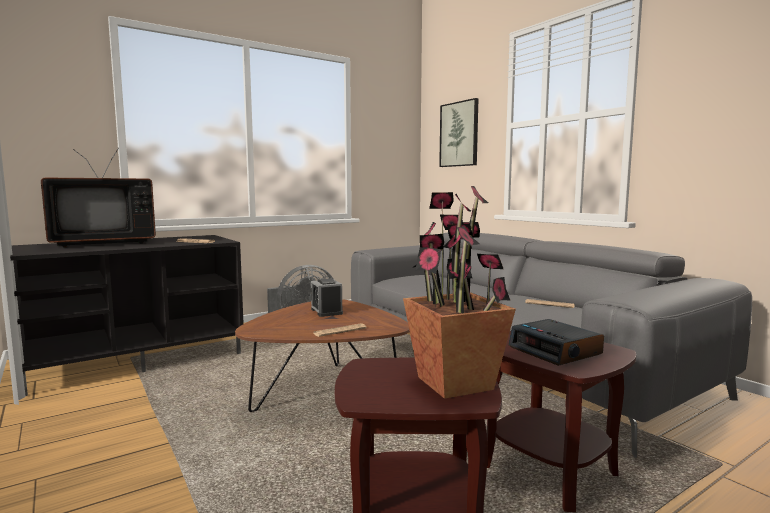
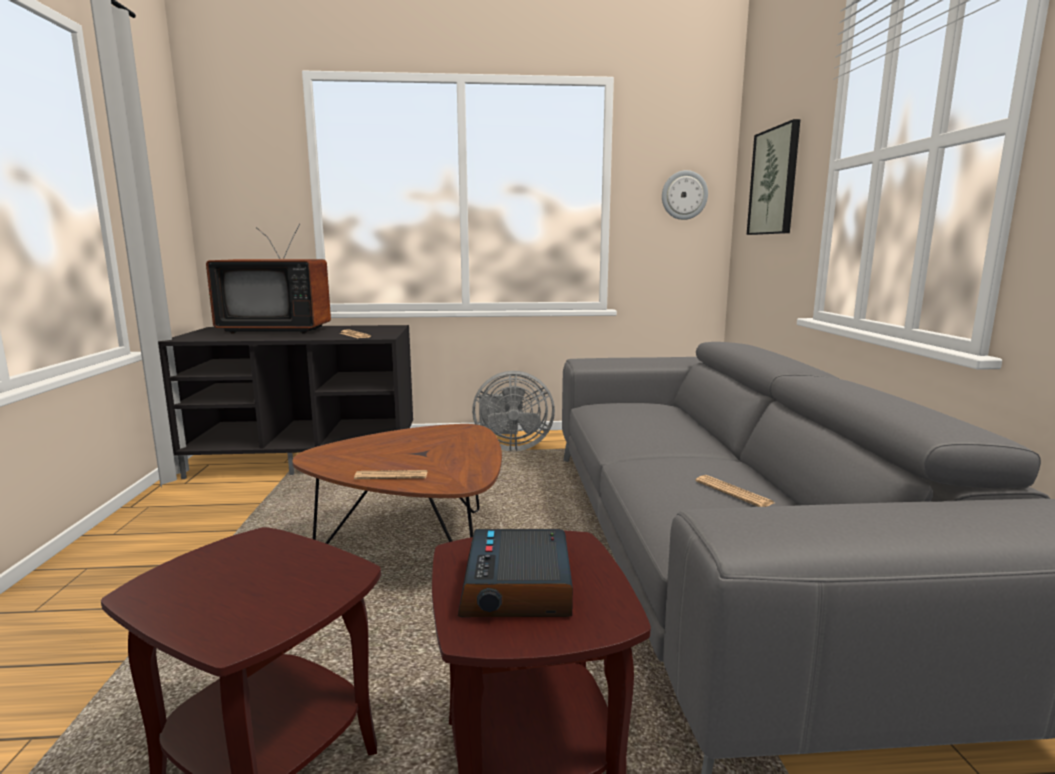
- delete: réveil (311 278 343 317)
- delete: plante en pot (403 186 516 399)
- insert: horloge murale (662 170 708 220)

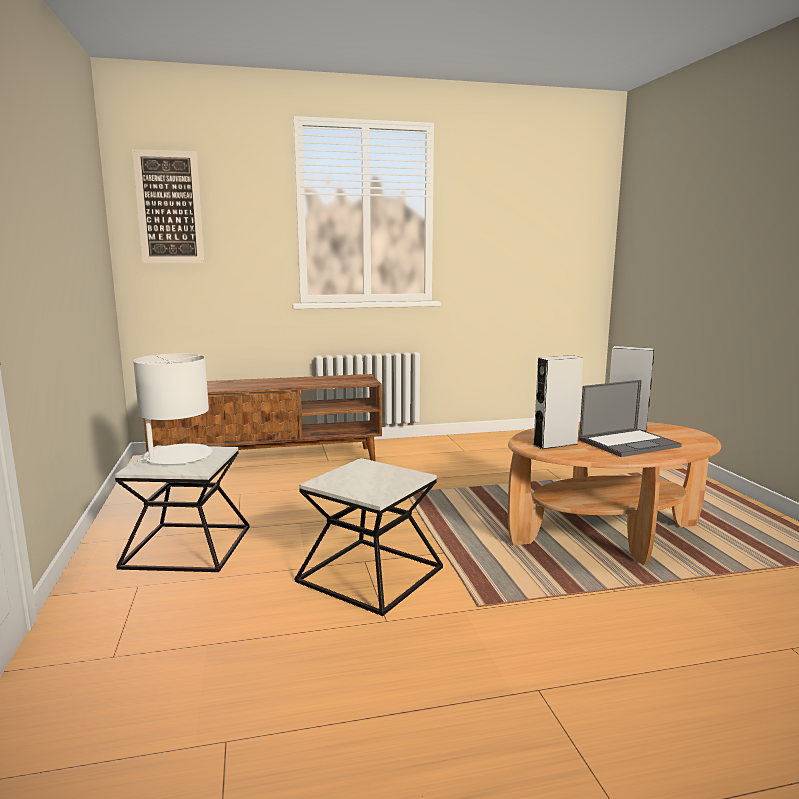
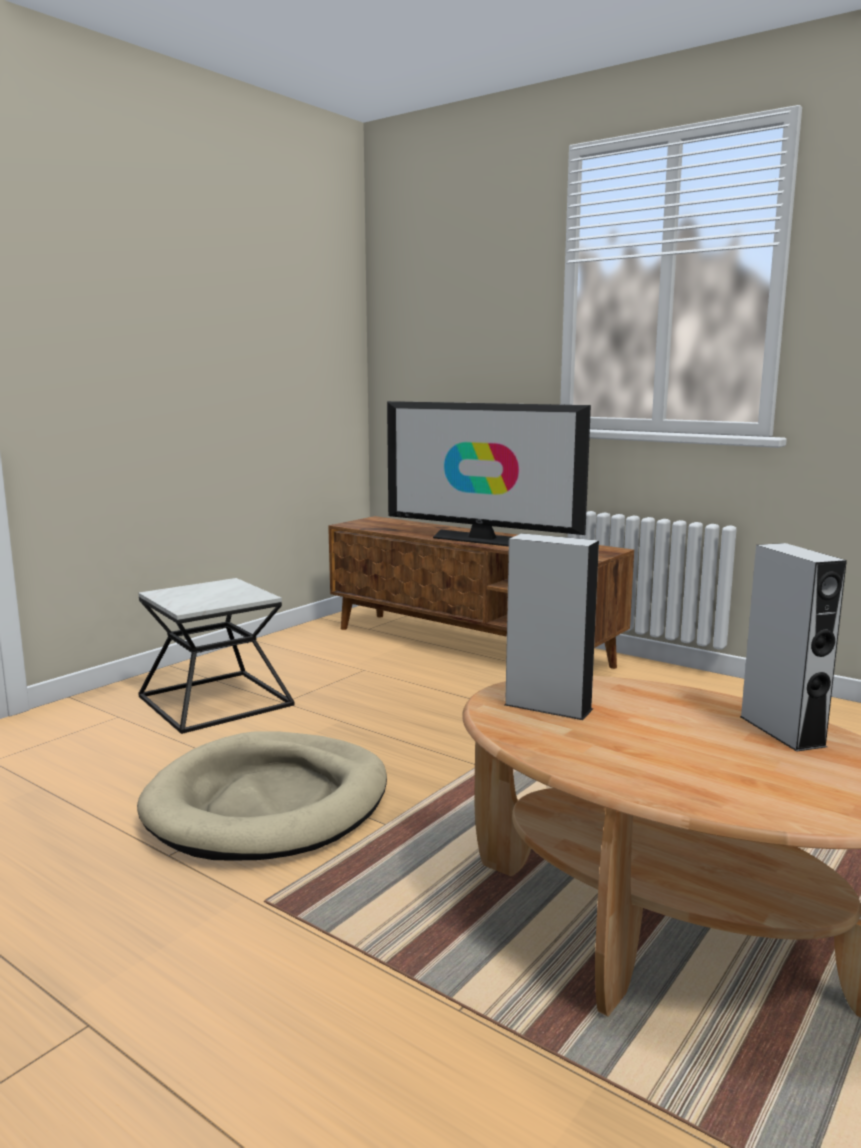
- delete: tableau (132 149 205 263)
- delete: lampe de table (blanc) (133 353 212 464)
- delete: ordinateur portable (579 380 682 457)
- insert: téléviseur (387 401 591 546)
- replace: table d'appoint (295 458 443 616) to panier pour chien (beige) (137 731 387 860)

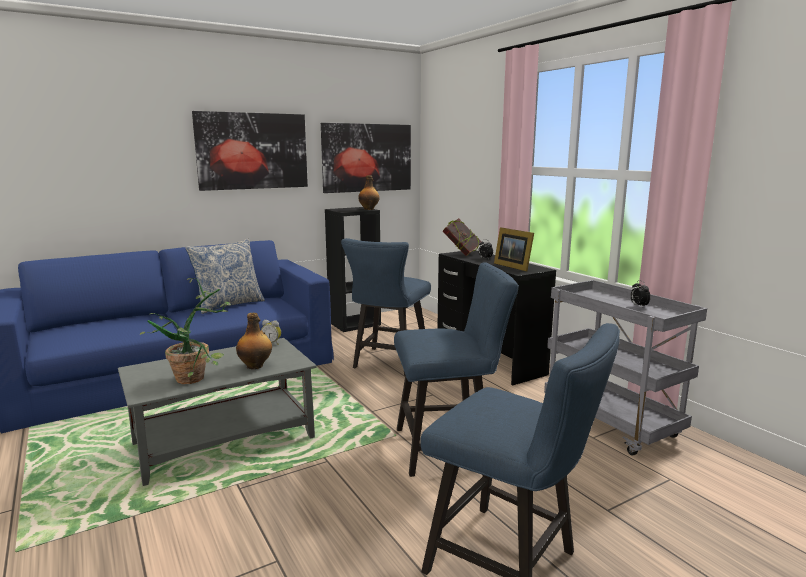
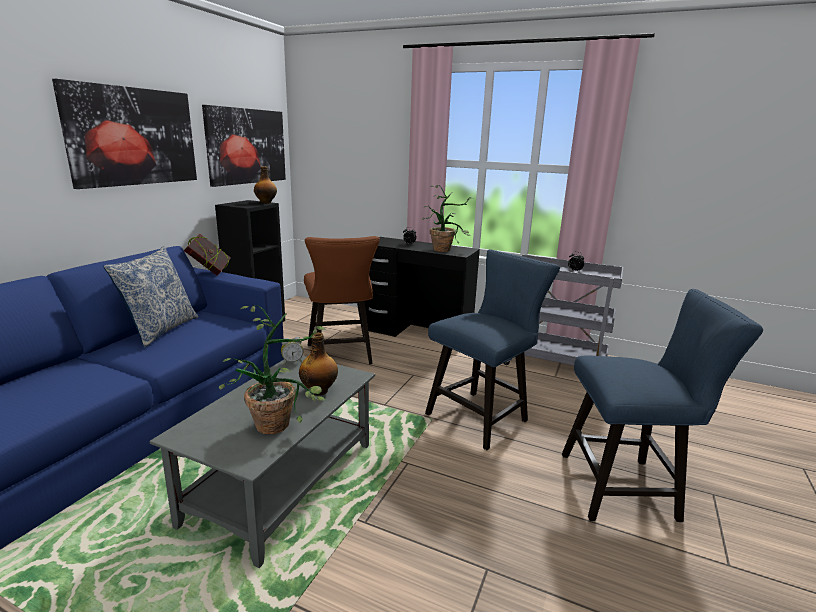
- move: livre (442 218 481 256) to (184 233 231 275)
- replace: cadre photo (494 227 534 271) to plante en pot (422 185 473 252)
- recolor: chaise (bleu) (341 238 431 376) to chaise (marron) (304 236 380 364)

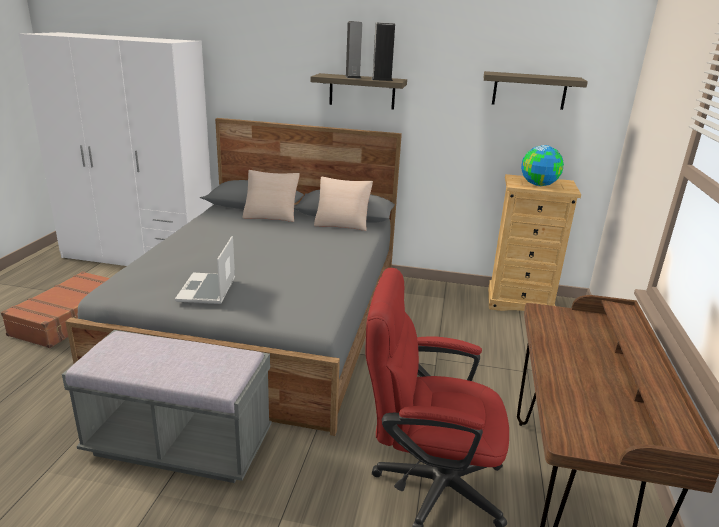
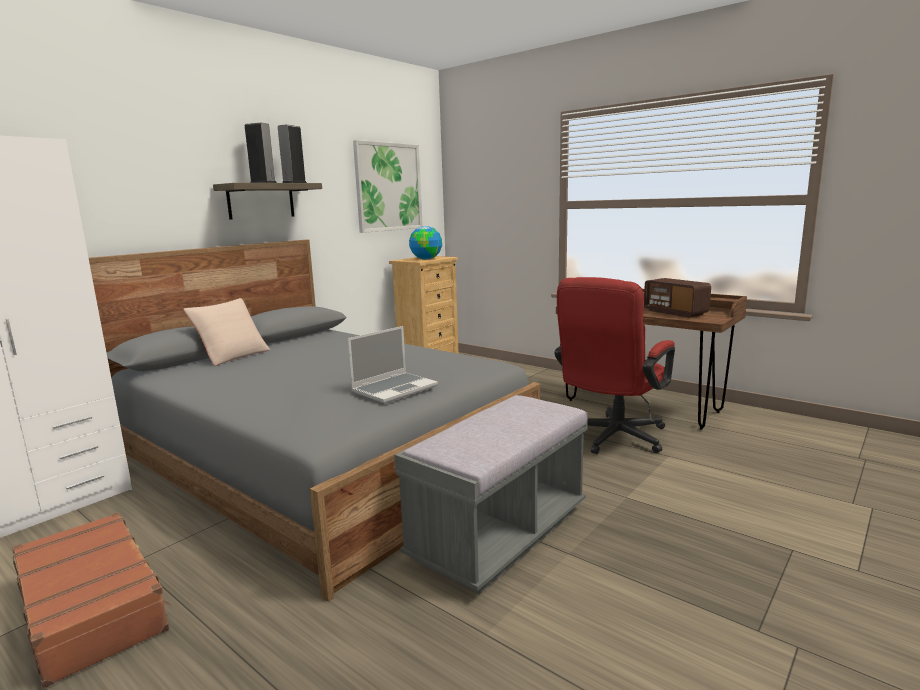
- delete: coussin (beige) (314 177 373 231)
- insert: radio (644 278 711 318)
- replace: étagère (484 71 588 110) to tableau (353 140 423 233)
- rotate: ordinateur portable (175 236 235 304) = (348 326 438 404) 75 degrees counterclockwise

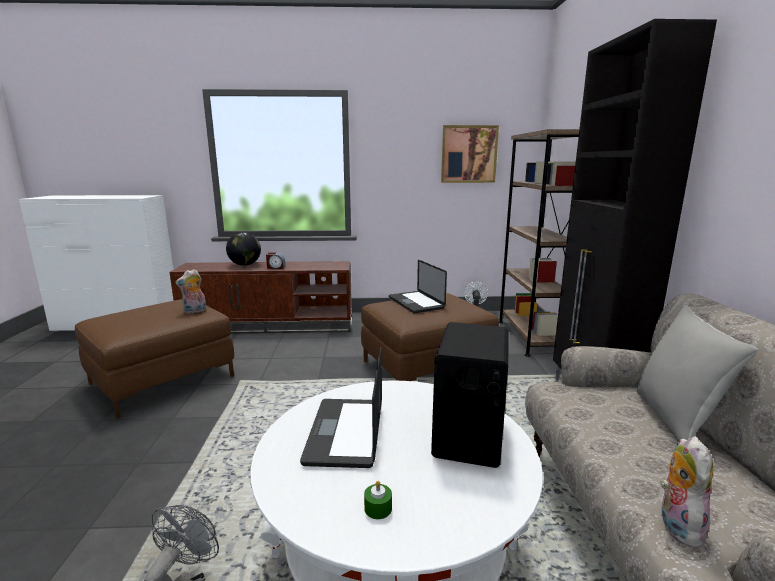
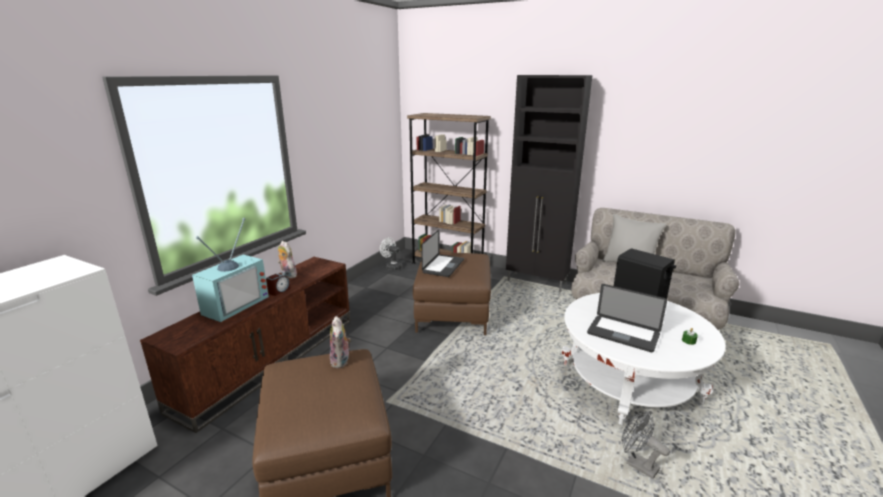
- delete: tableau (441 125 499 183)
- move: peluche (660 436 713 551) to (278 241 297 279)
- replace: globe (226 232 261 266) to téléviseur (192 218 269 322)
- rotate: ordinateur portable (389 260 447 313) = (421 230 464 277) 75 degrees counterclockwise

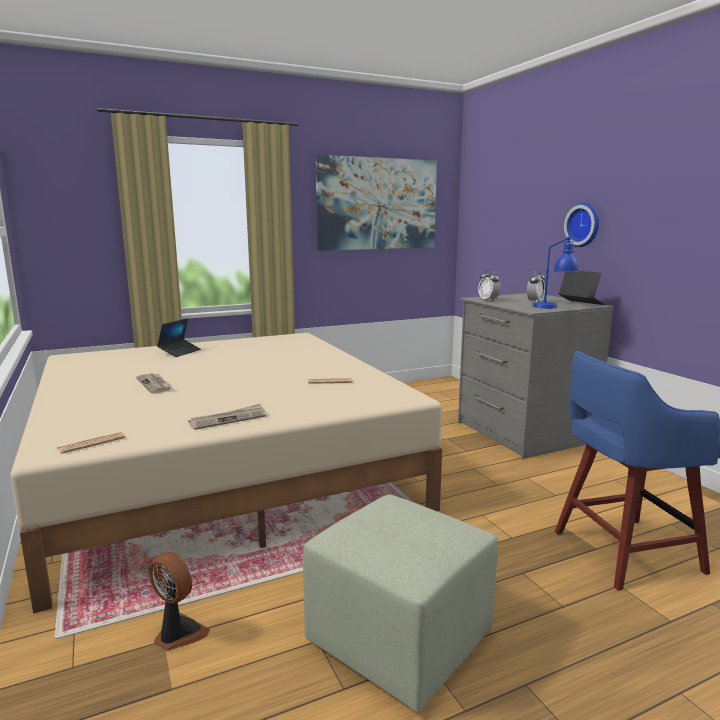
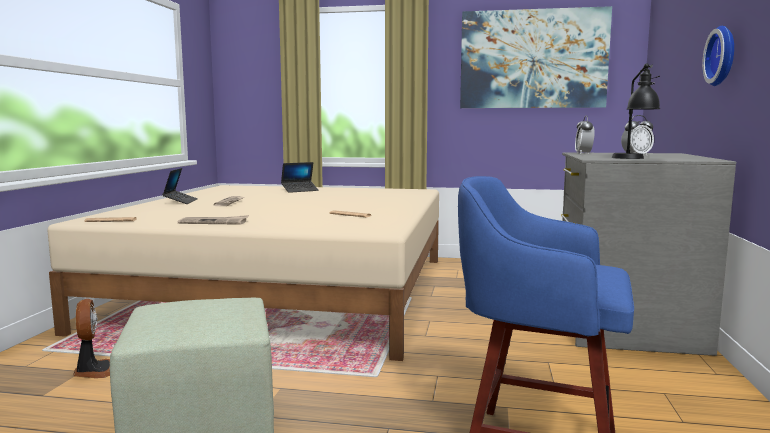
- move: ordinateur portable (559 271 605 305) to (162 168 198 204)
- recolor: lampe de table (bleu) (533 236 579 309) to lampe de table (noir) (612 64 660 159)

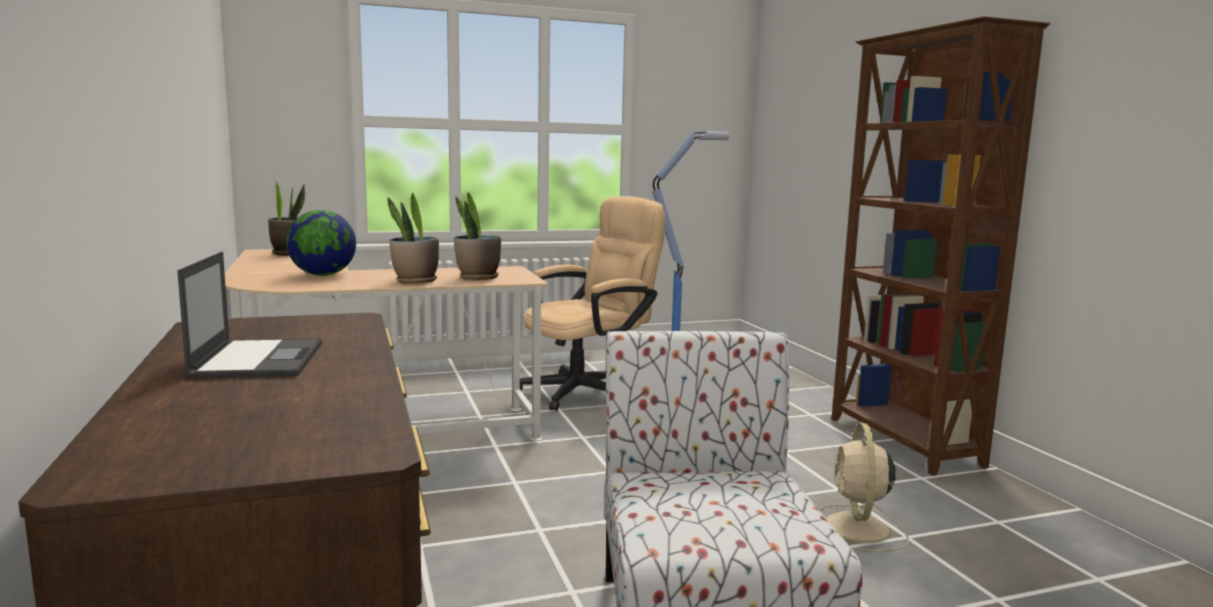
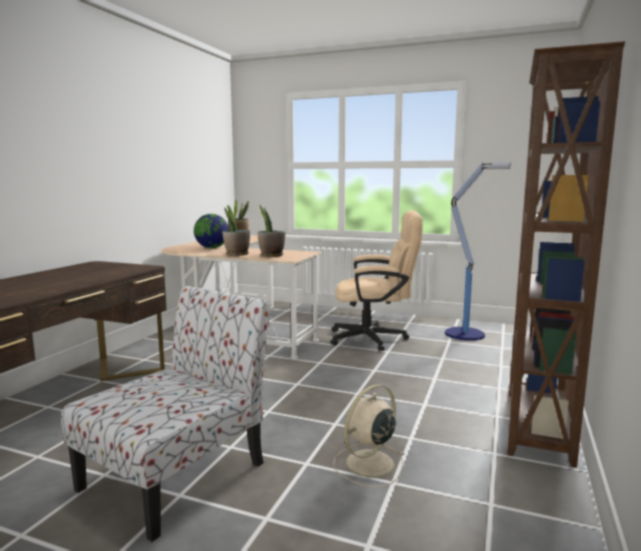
- delete: ordinateur portable (177 251 322 379)

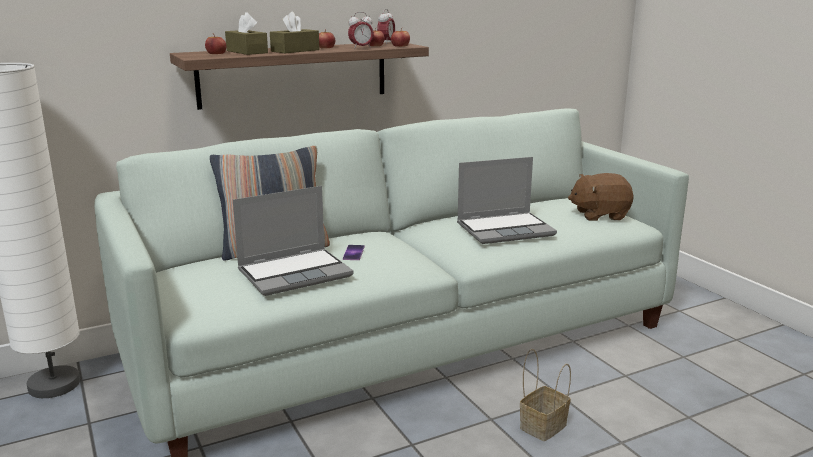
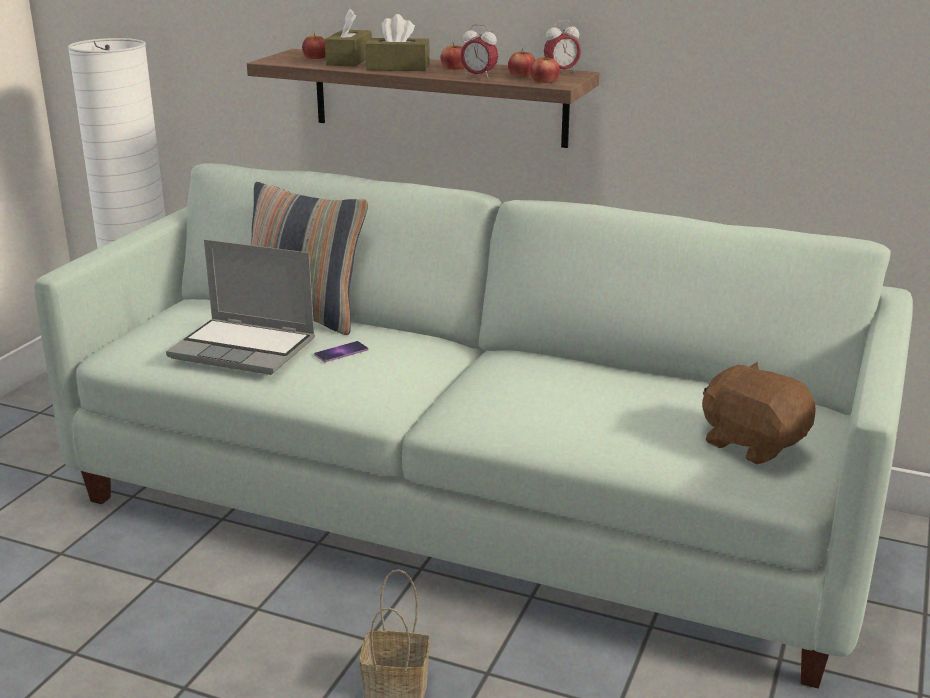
- delete: ordinateur portable (457 157 557 244)

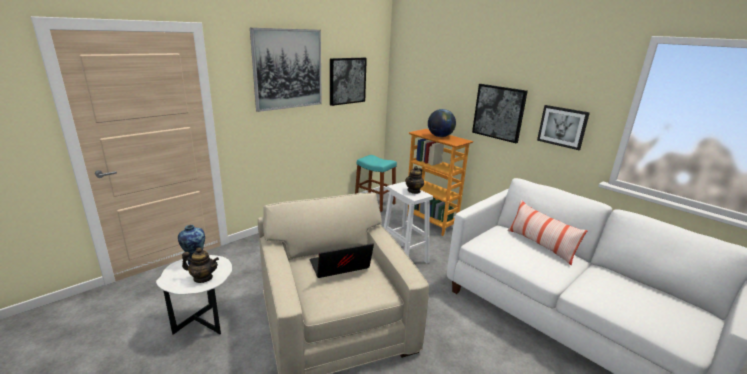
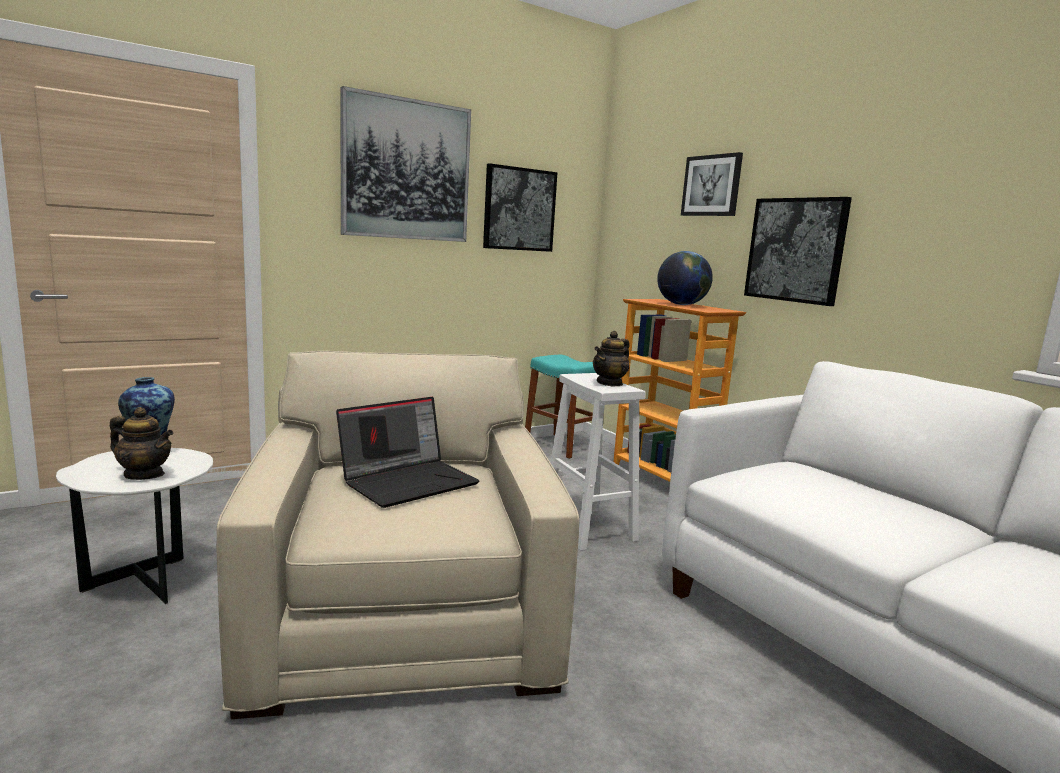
- delete: coussin (507 200 588 265)
- move: tableau (537 105 590 150) to (681 152 743 216)
- rotate: ordinateur portable (310 243 374 278) = (336 397 479 508) 150 degrees clockwise

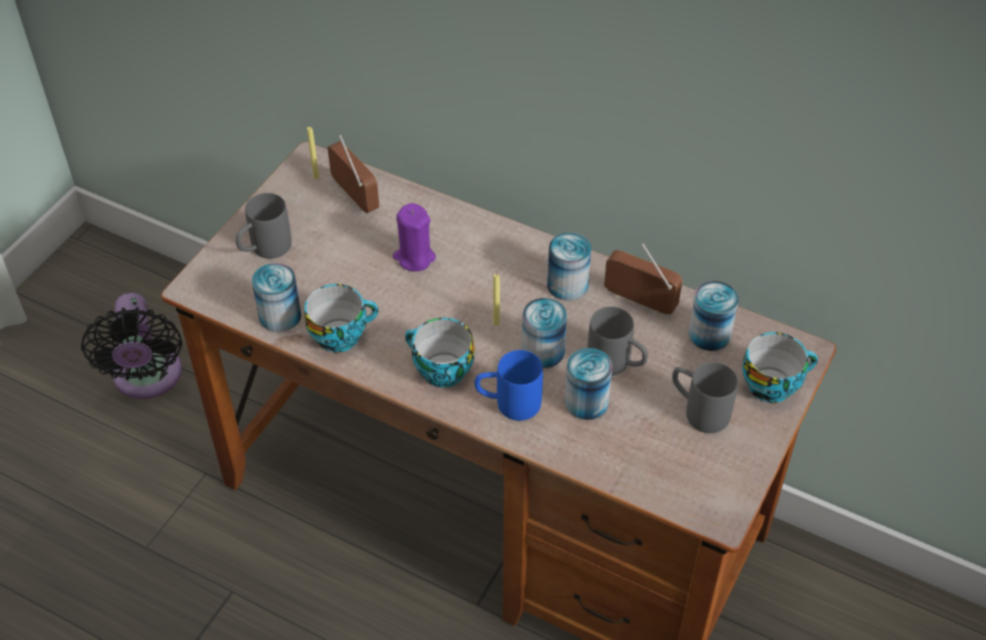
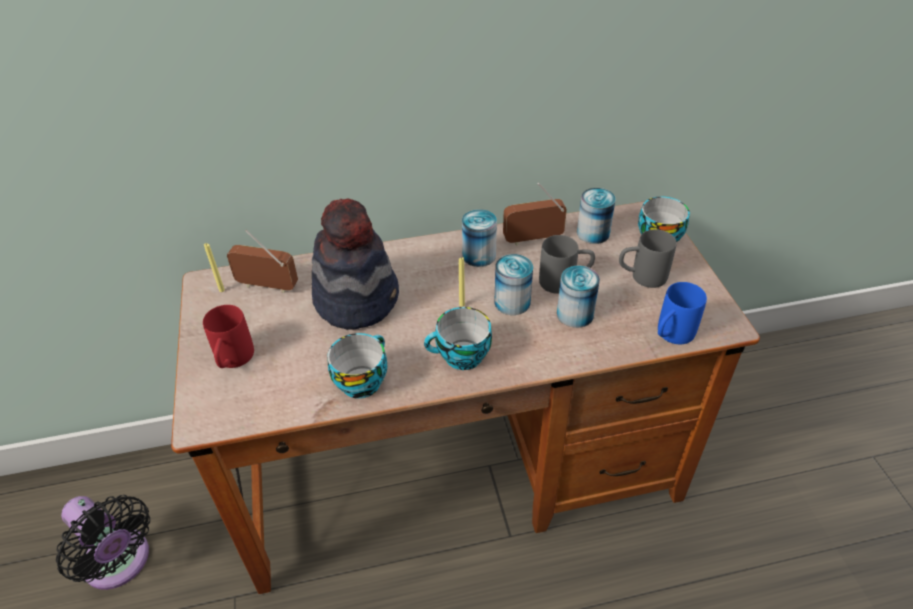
- delete: boîte métallique (252 263 301 332)
- move: mug (bleu) (475 350 543 421) to (658 282 707 344)
- replace: bougie (violet) (393 203 436 272) to chapeau (312 199 399 330)
- recolor: mug (gris) (236 193 292 259) to mug (rouge) (203 305 254 368)

